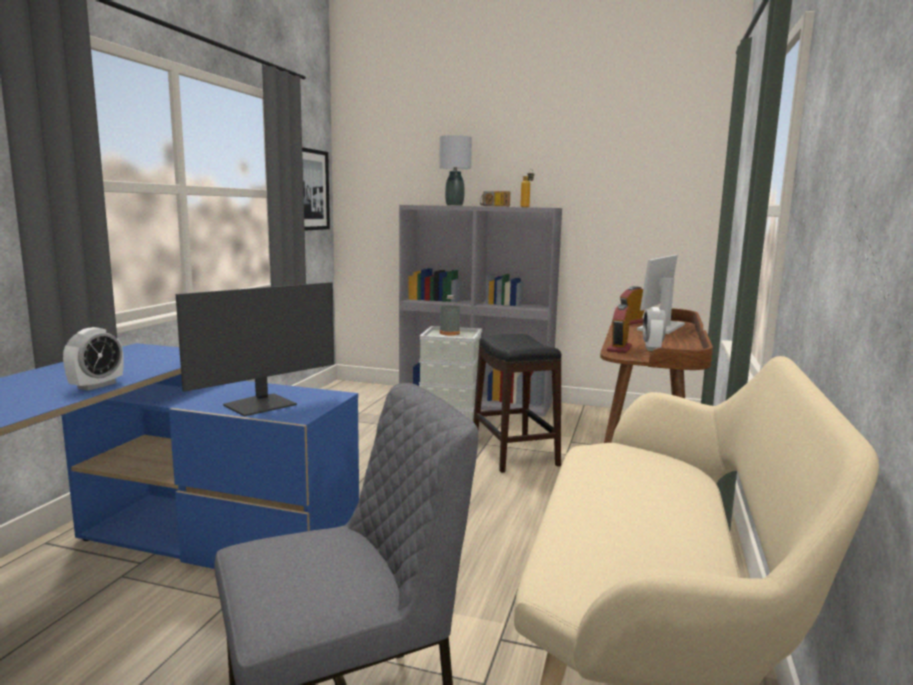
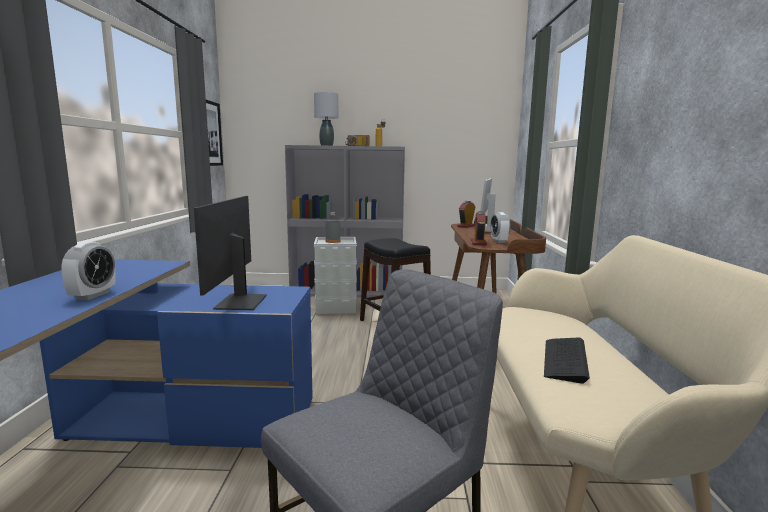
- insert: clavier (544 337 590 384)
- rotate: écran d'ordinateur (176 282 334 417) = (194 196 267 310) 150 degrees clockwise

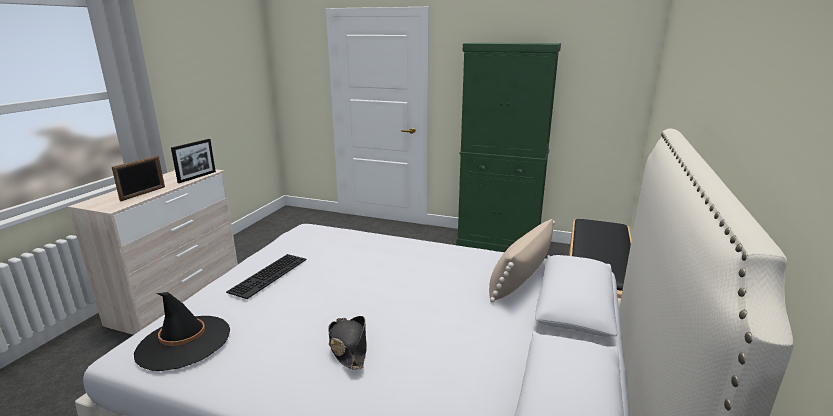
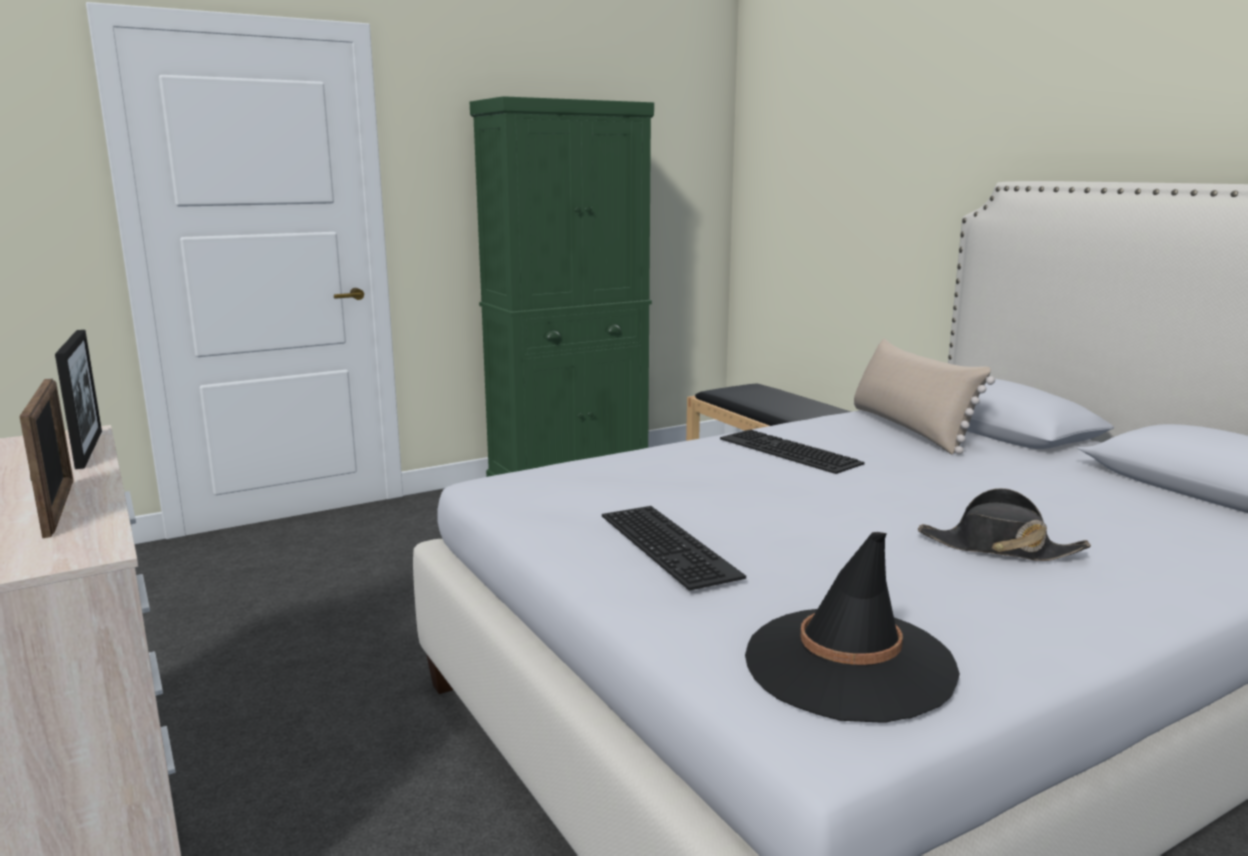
- insert: clavier (720 430 865 474)

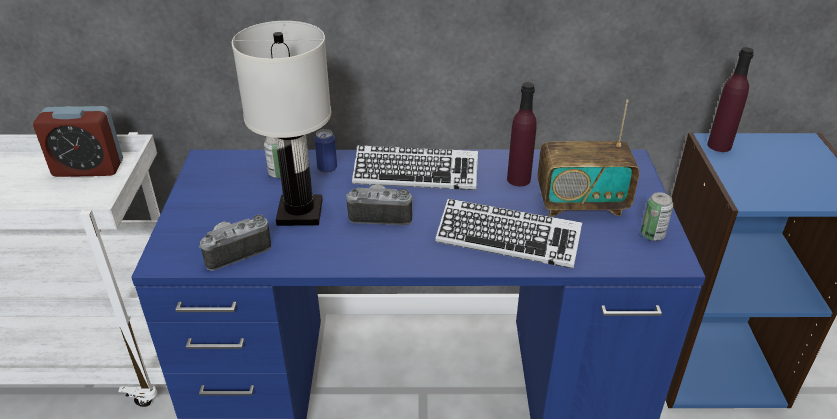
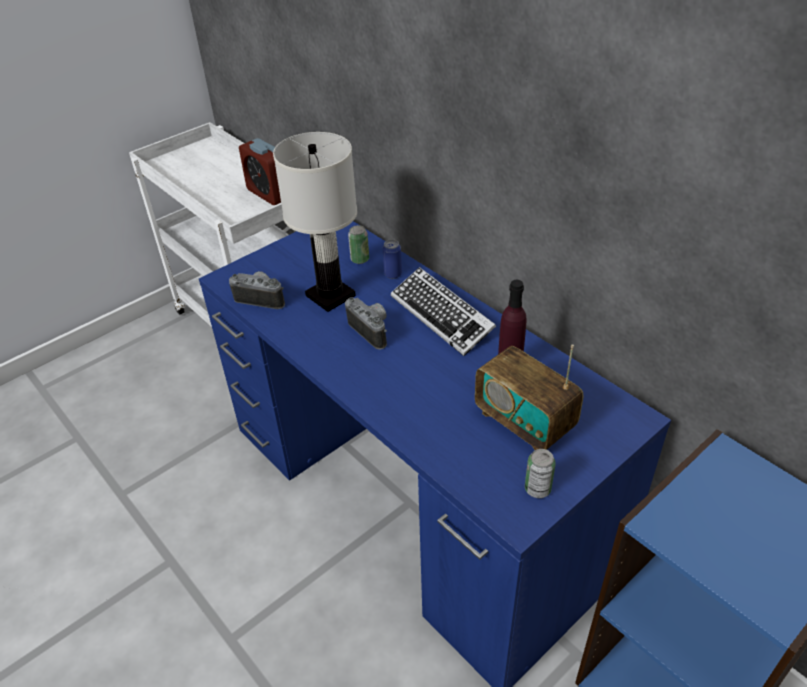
- delete: clavier (435 199 582 269)
- delete: bouteille (violet) (707 47 754 152)

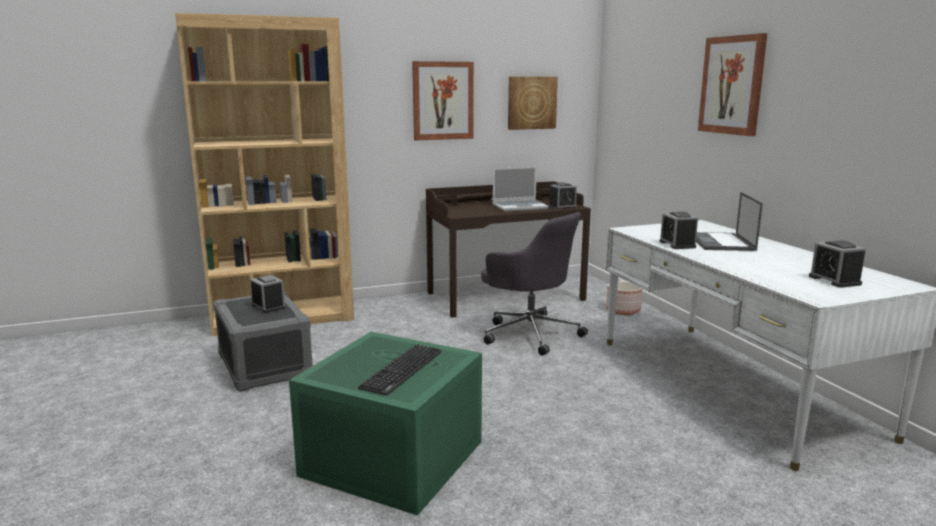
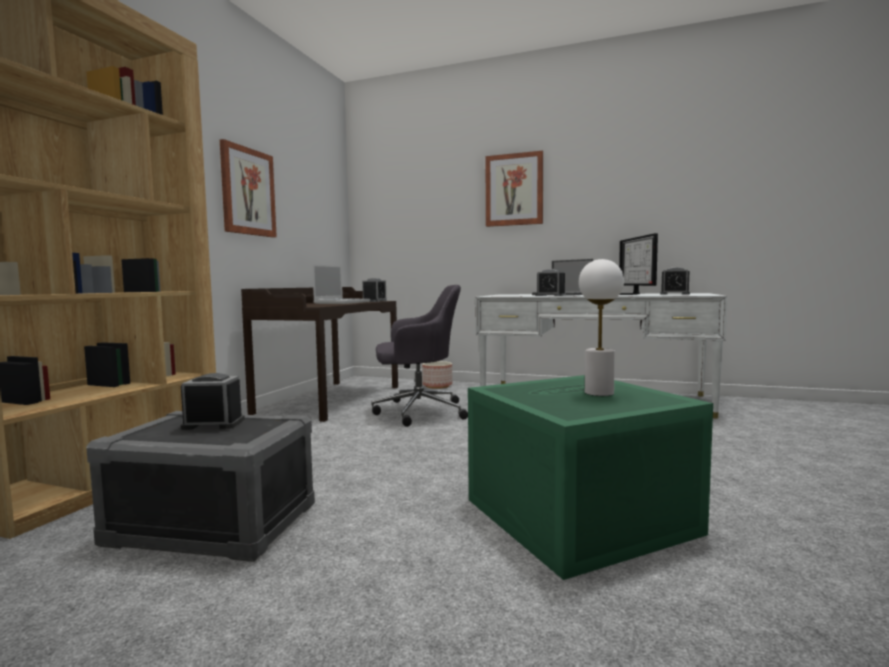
- delete: tableau (508 77 558 130)
- insert: écran d'ordinateur (619 233 658 295)
- replace: clavier (358 344 441 395) to lampe de table (blanc) (579 259 624 396)

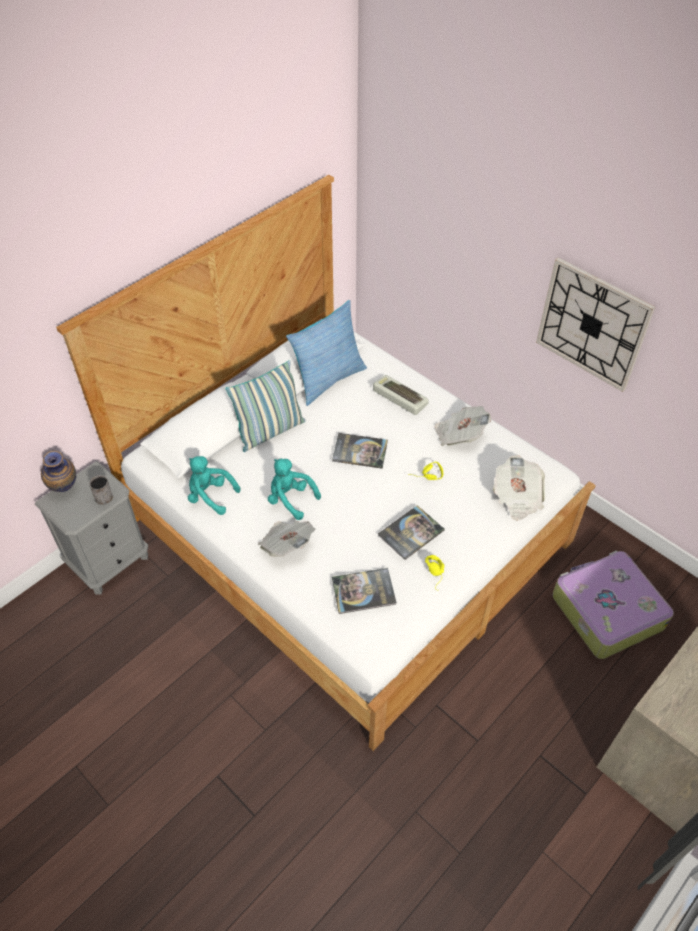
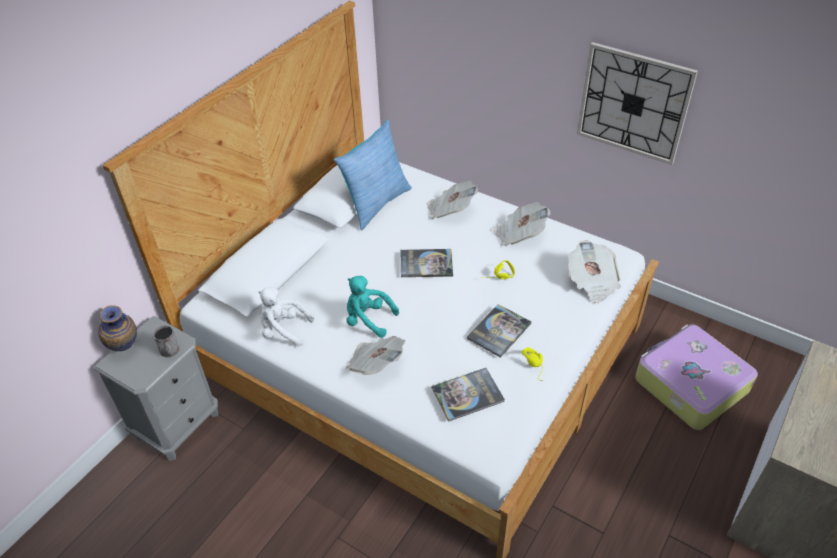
- delete: coussin (225 360 306 452)
- replace: clavier (373 375 429 415) to journal (427 181 478 219)
- recolor: peluche (turquoise) (188 456 240 515) to peluche (blanc) (258 287 314 346)

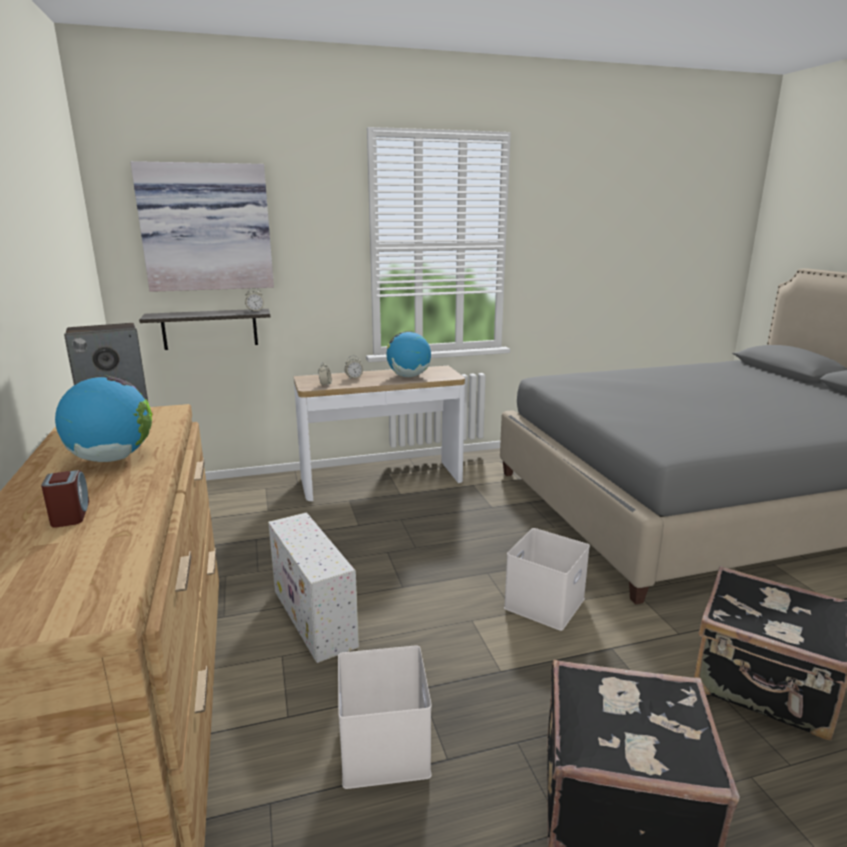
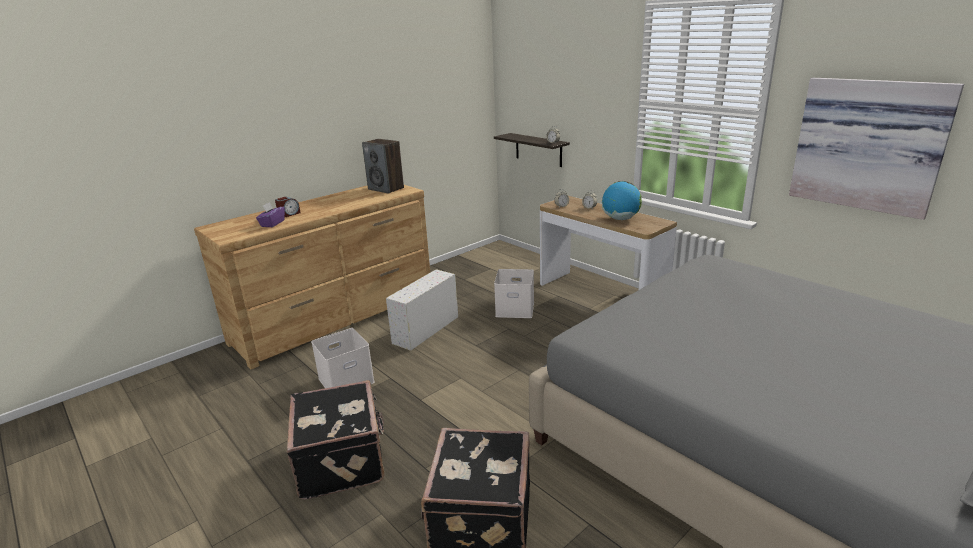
- delete: globe (55 376 152 462)
- insert: boîte à mouchoirs (violet) (256 202 285 227)
- move: tableau (131 161 274 292) to (789 78 964 220)
- move: boîte de rangement (blanc) (504 528 590 631) to (494 269 534 318)

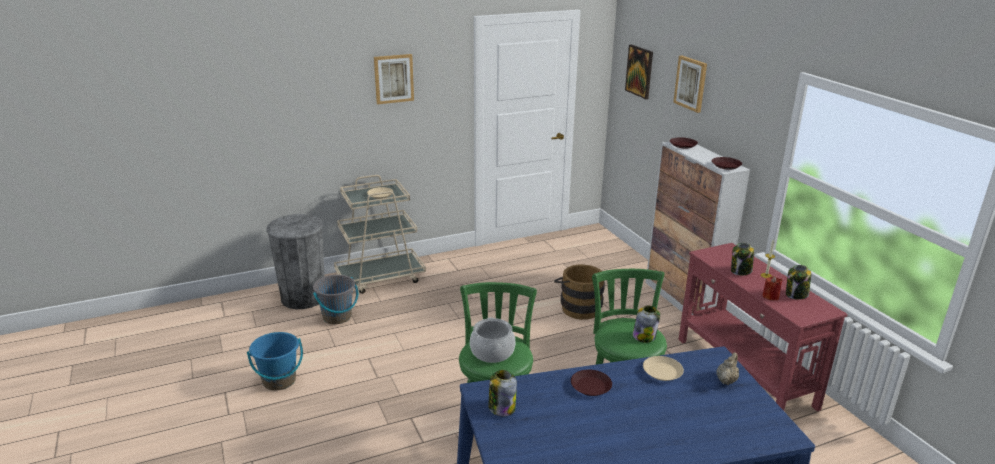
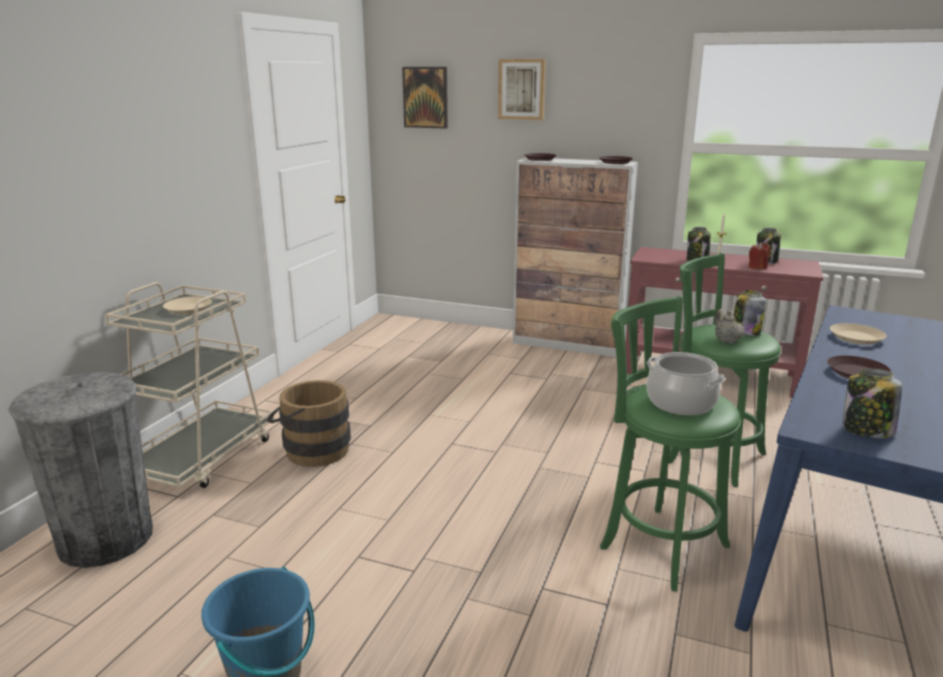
- delete: seau (gris) (313 275 358 324)
- delete: tableau (374 54 414 104)
- move: seau (marron) (554 265 605 320) to (267 380 351 467)
- move: théière (beige) (717 352 739 385) to (715 309 744 344)

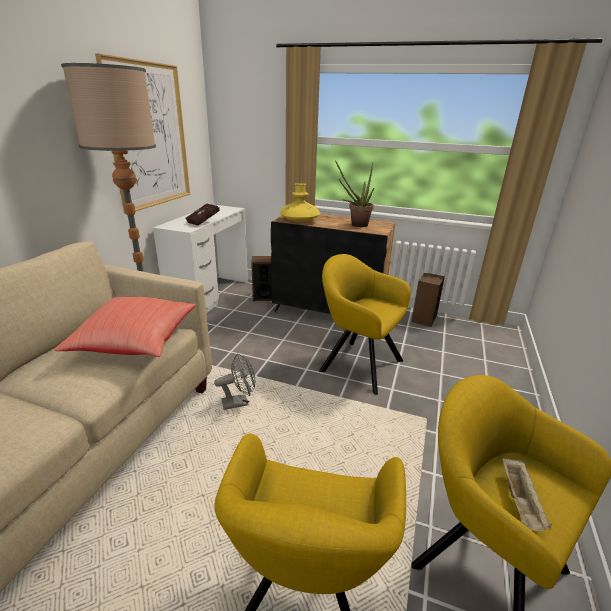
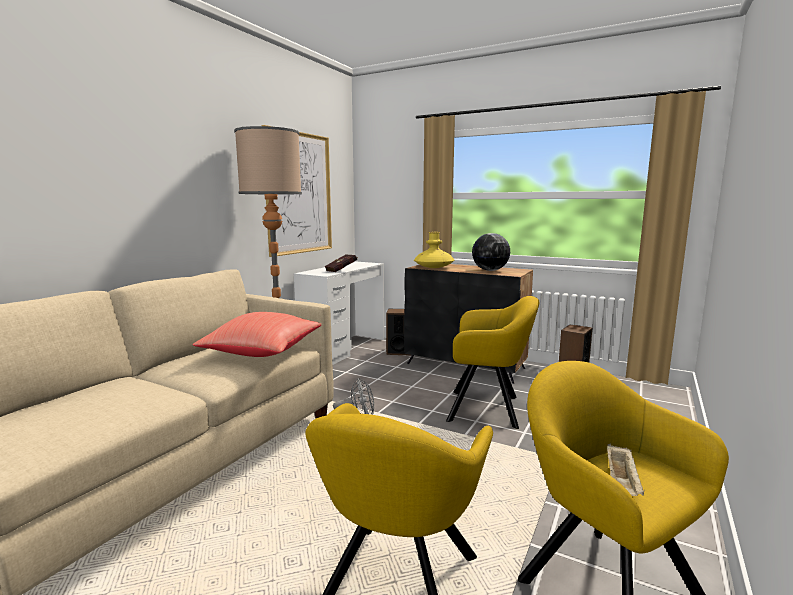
- replace: plante en pot (335 160 374 227) to globe (472 233 510 271)
- rotate: fauteuil (jaune) (319 254 411 395) = (446 296 539 429) 150 degrees clockwise

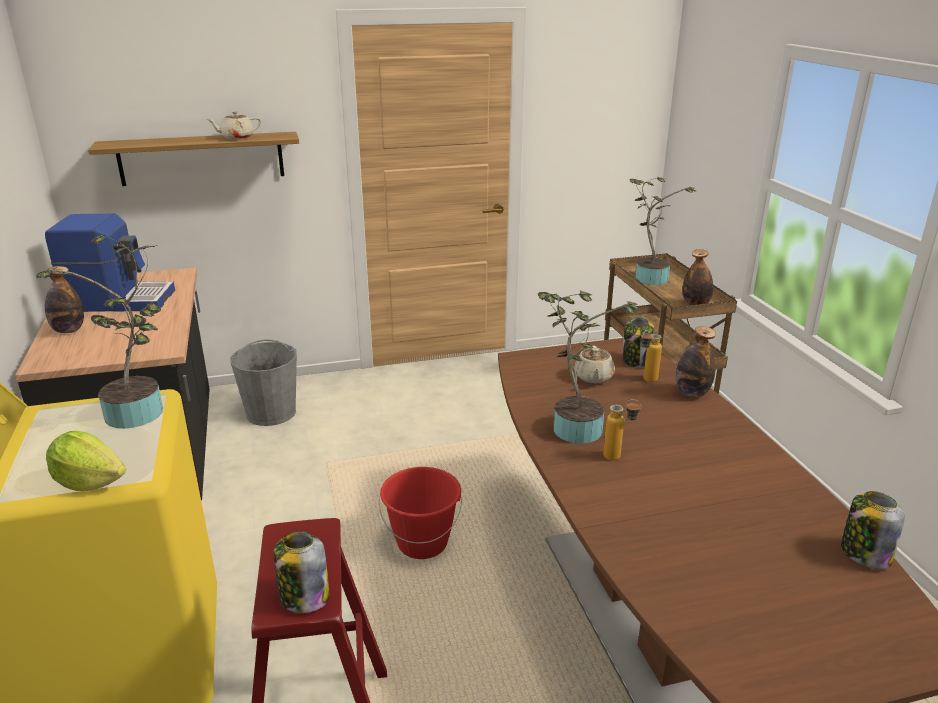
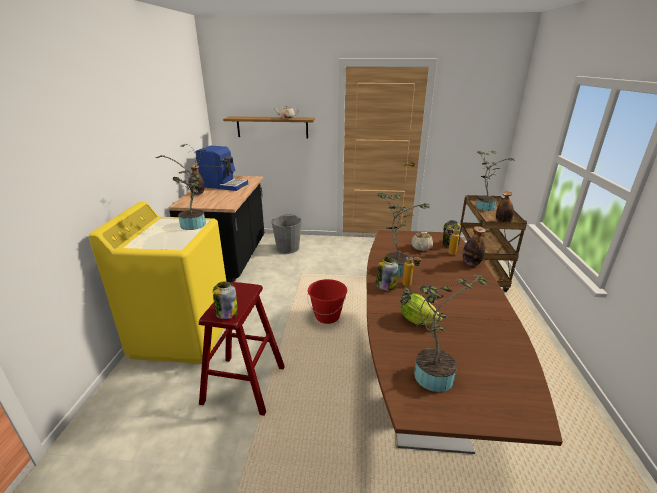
- insert: plante en pot (400 274 488 392)
- move: laitue (46 431 126 491) to (401 293 442 325)
- move: bocal (841 491 905 569) to (376 257 399 291)

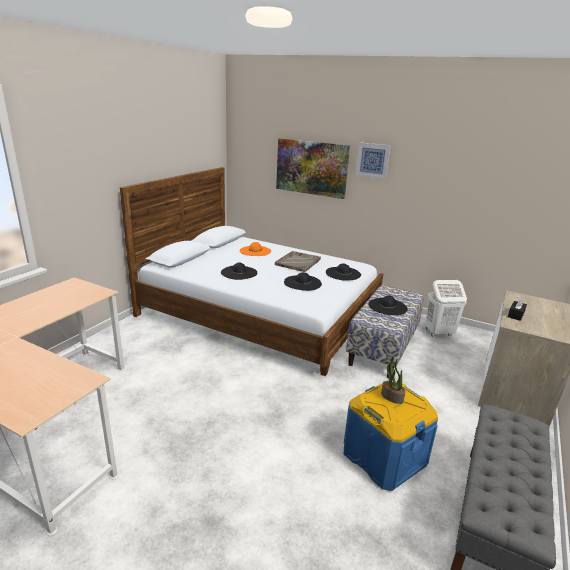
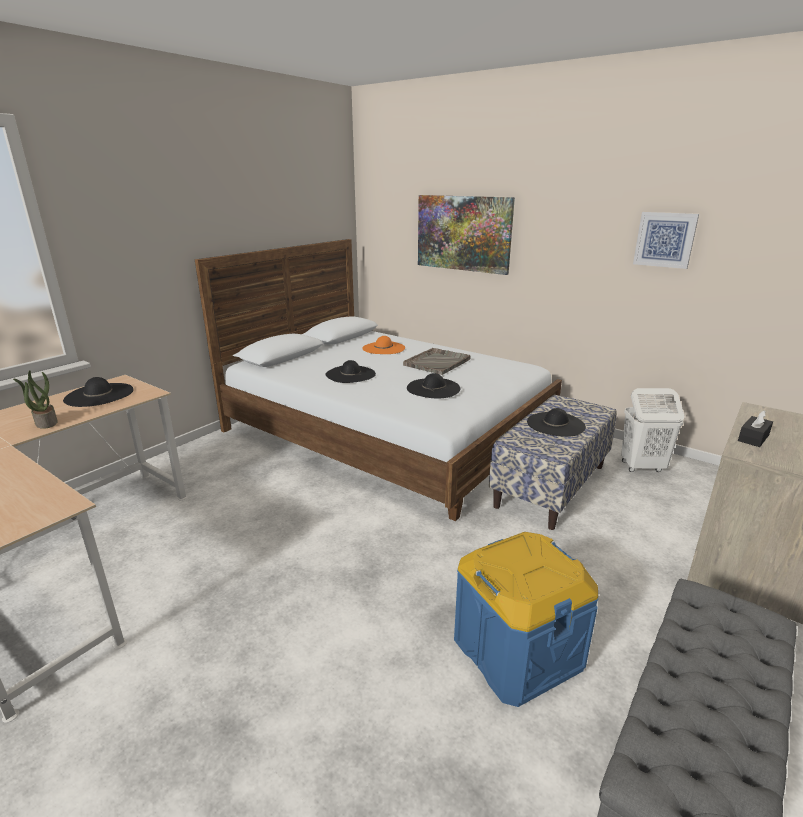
- move: chapeau (noir) (326 264 361 281) to (63 377 134 407)
- move: tableau (355 142 391 179) to (633 212 699 269)
- move: plante en pot (381 358 405 404) to (13 370 58 429)

